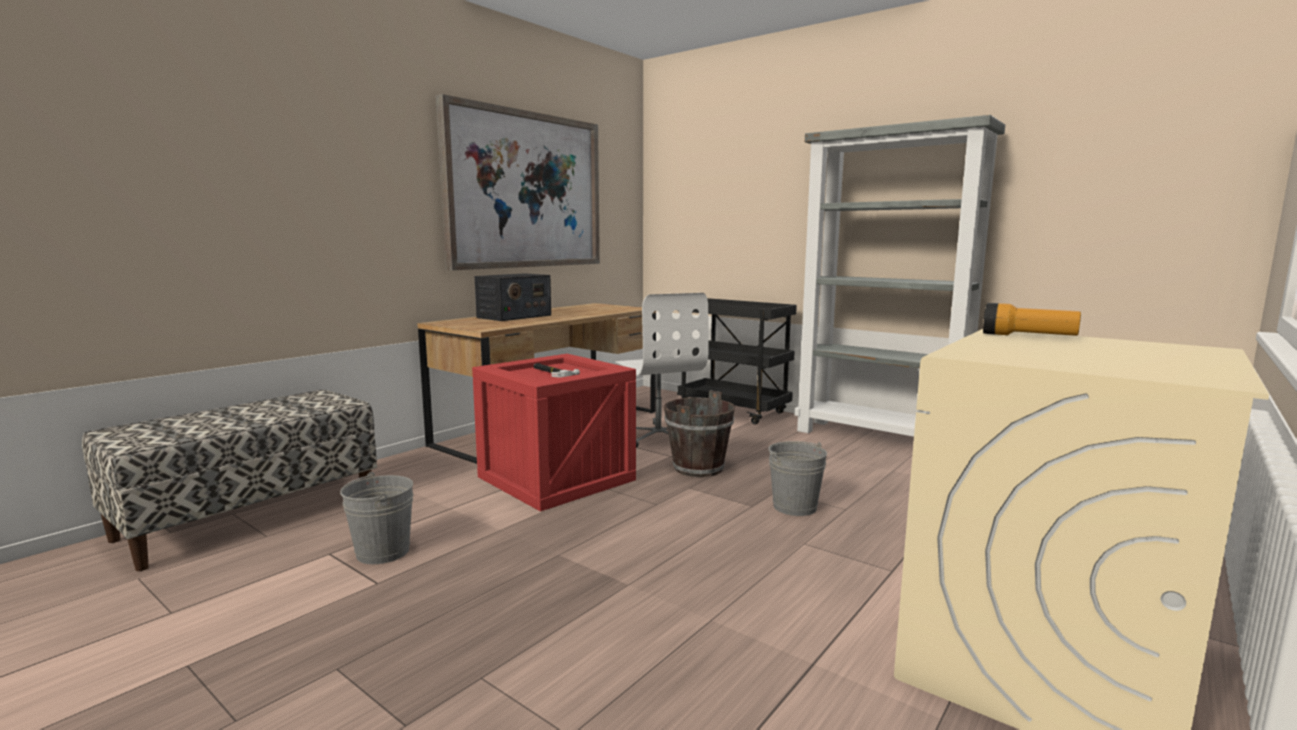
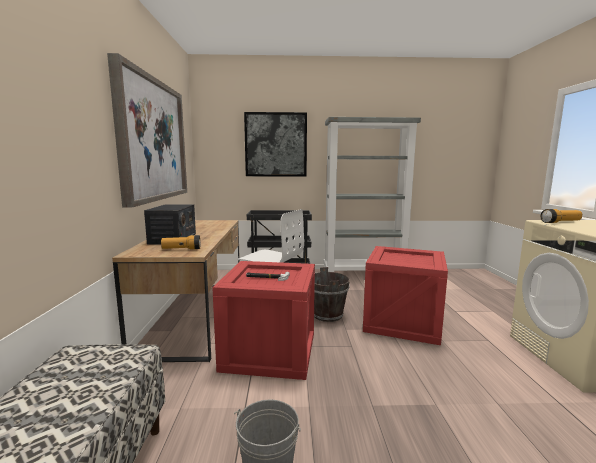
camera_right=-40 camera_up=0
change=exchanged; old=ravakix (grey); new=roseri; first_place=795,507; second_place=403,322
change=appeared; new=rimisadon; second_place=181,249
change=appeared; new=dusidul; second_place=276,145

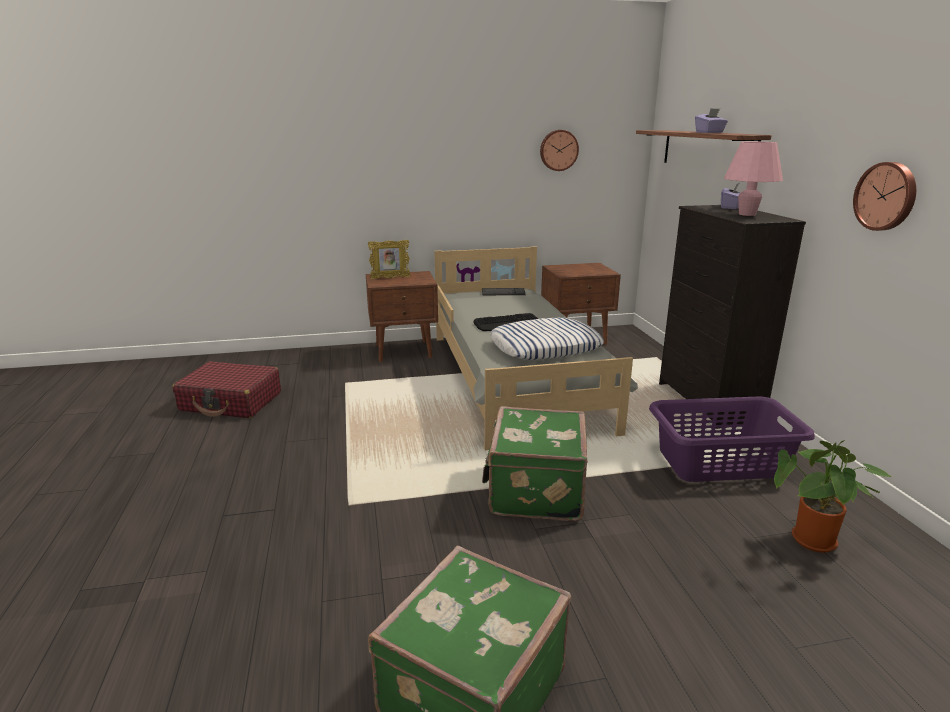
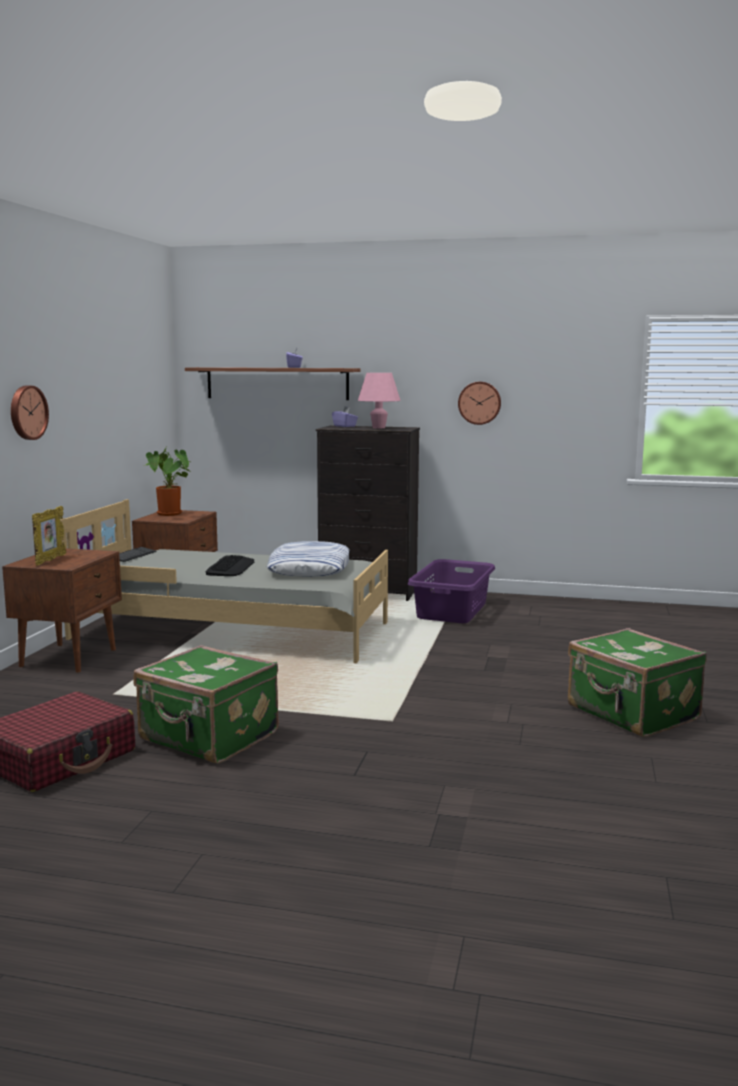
camera_right=-65 camera_up=-10
change=relocated; old=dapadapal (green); first_place=534,491; second_place=208,738
change=relocated; old=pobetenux; first_place=558,150; second_place=27,412
change=relocated; old=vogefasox; first_place=814,544; second_place=171,514

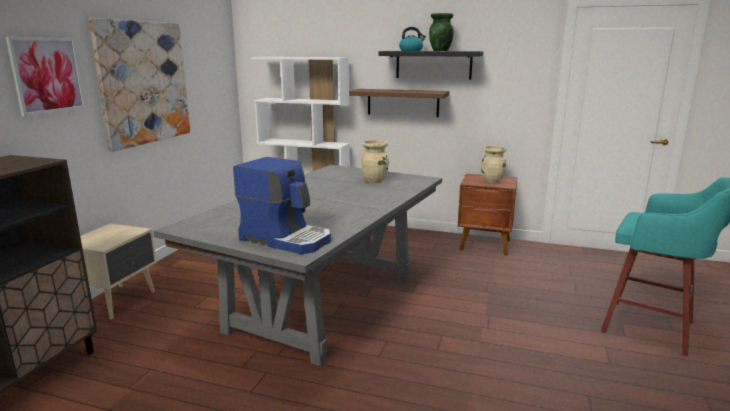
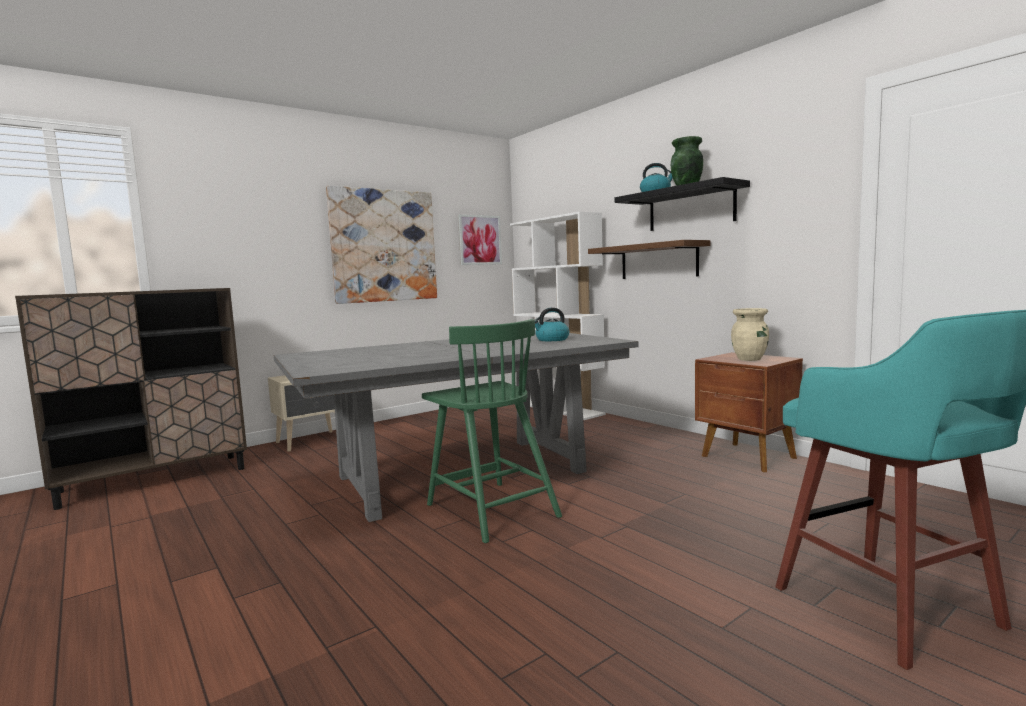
camera_right=35 camera_up=-10
change=relocated; old=dusidul; first_place=47,75; second_place=479,240
change=missing; old=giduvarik; first_place=286,239
change=exchanged; old=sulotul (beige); new=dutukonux; first_place=375,181; second_place=551,340
change=appeared; new=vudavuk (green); second_place=490,509

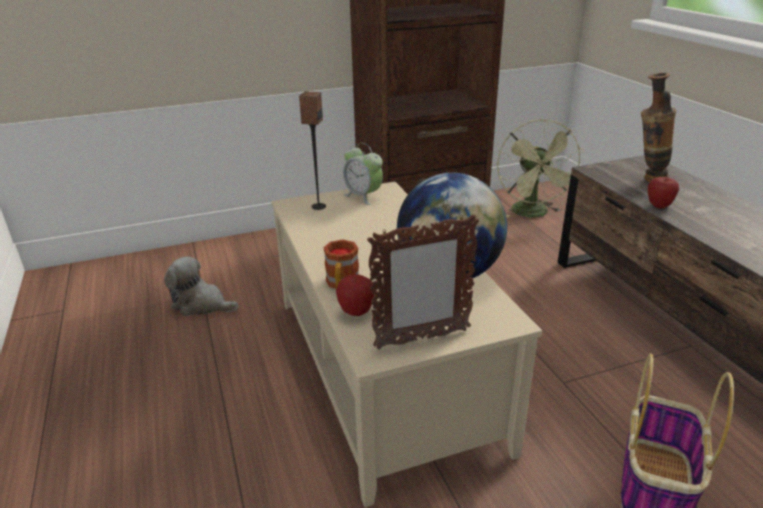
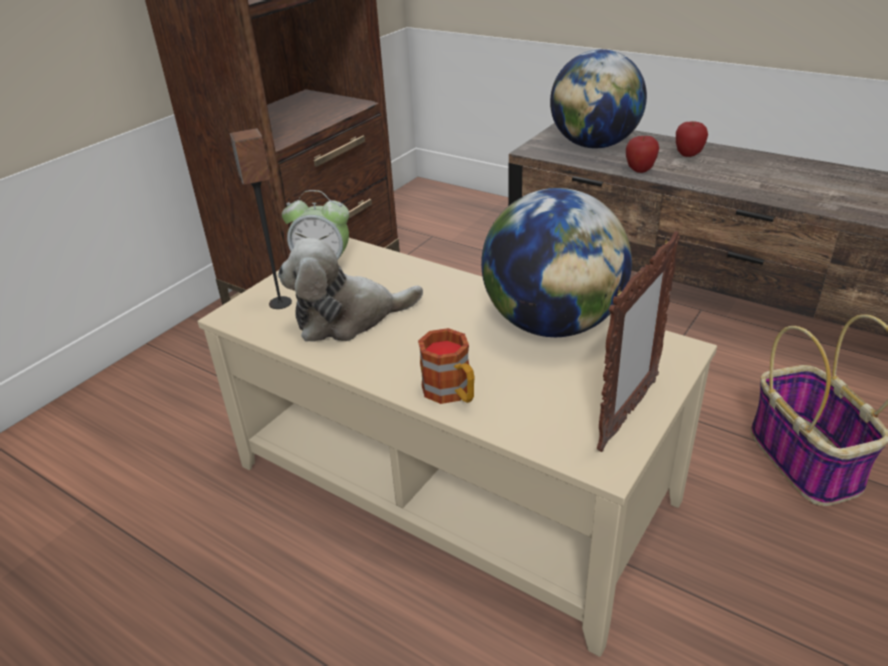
camera_right=-35 camera_up=5
change=relocated; old=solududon; first_place=201,304; second_place=348,318
change=relocated; old=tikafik; first_place=356,312; second_place=688,155
change=missing; old=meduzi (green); first_place=533,214
change=exchanged; old=sulotul; new=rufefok; first_place=647,179; second_place=594,145

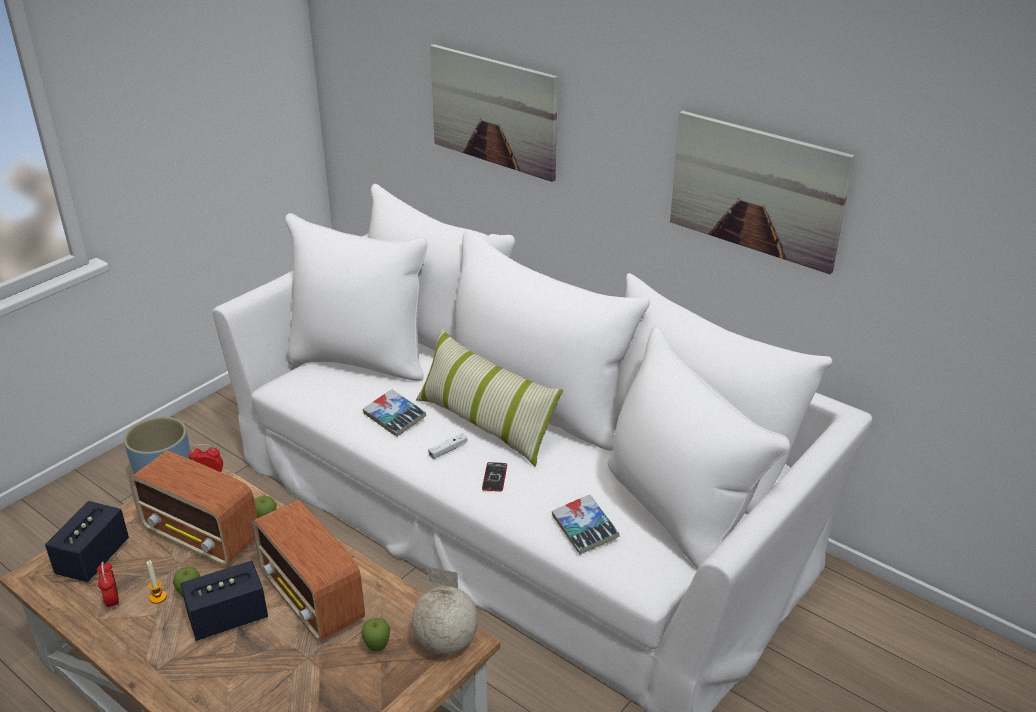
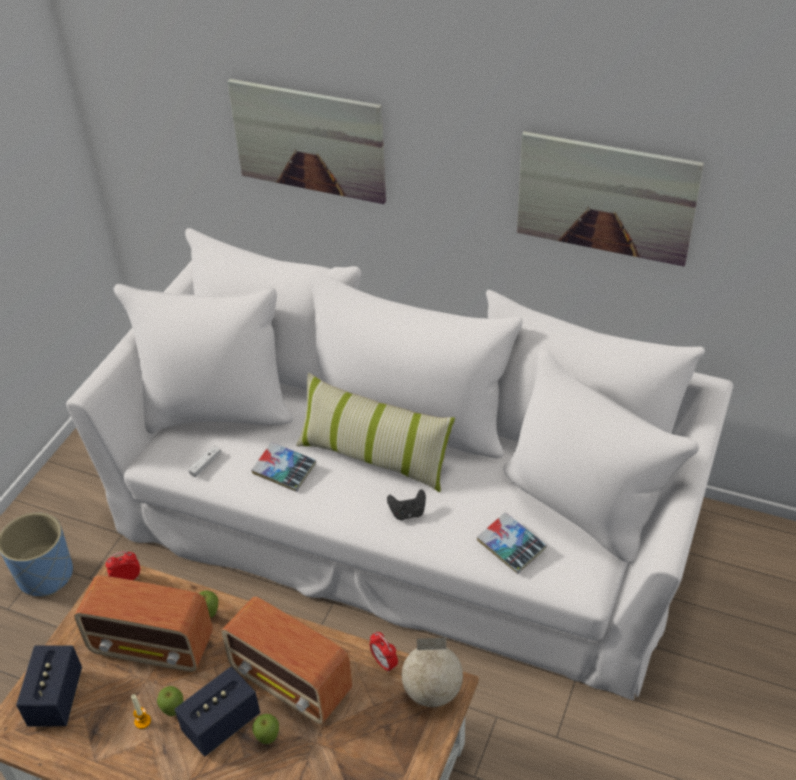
camera_right=-15 camera_up=10
change=relocated; old=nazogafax; first_place=112,601; second_place=384,663
change=relocated; old=tikafik; first_place=377,648; second_place=268,739
change=relocated; old=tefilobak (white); first_place=448,450; second_place=205,464
change=exchanged; old=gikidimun; new=tefilobak (black); first_place=494,477; second_place=407,513

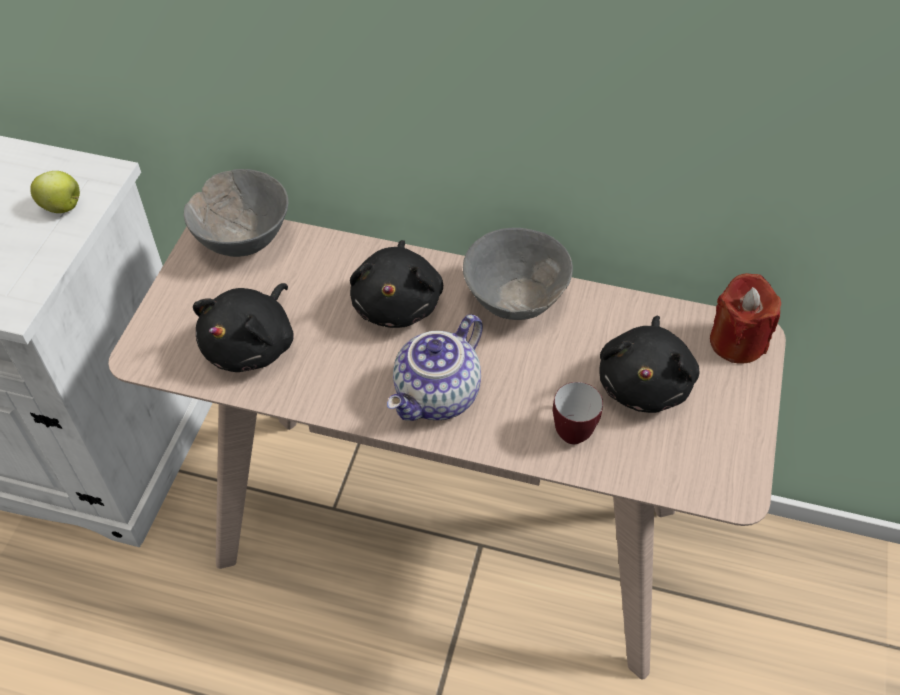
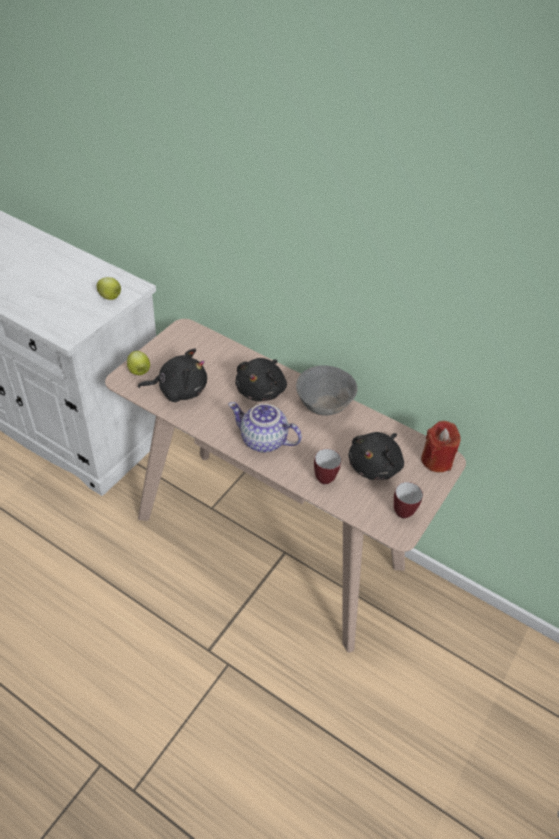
camera_right=15 camera_up=-5
change=missing; old=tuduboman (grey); first_place=243,240
change=spun; old=solududon (black); first_place=252,345; second_place=179,390; degrees=-135
change=spun; old=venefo; first_place=438,397; second_place=262,441; degrees=60
change=appeared; new=tikafik; second_place=139,372
change=appeared; new=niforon; second_place=401,509

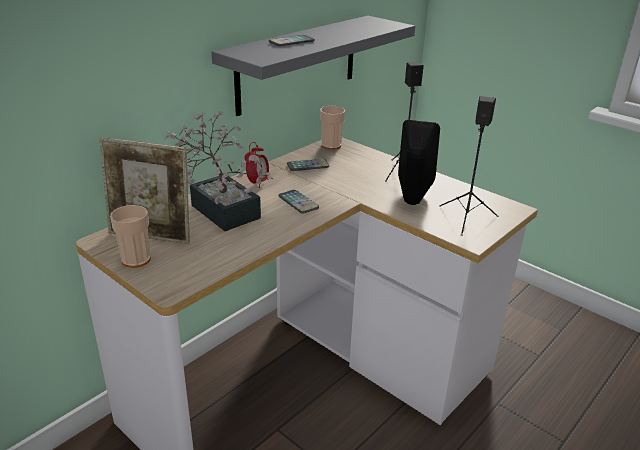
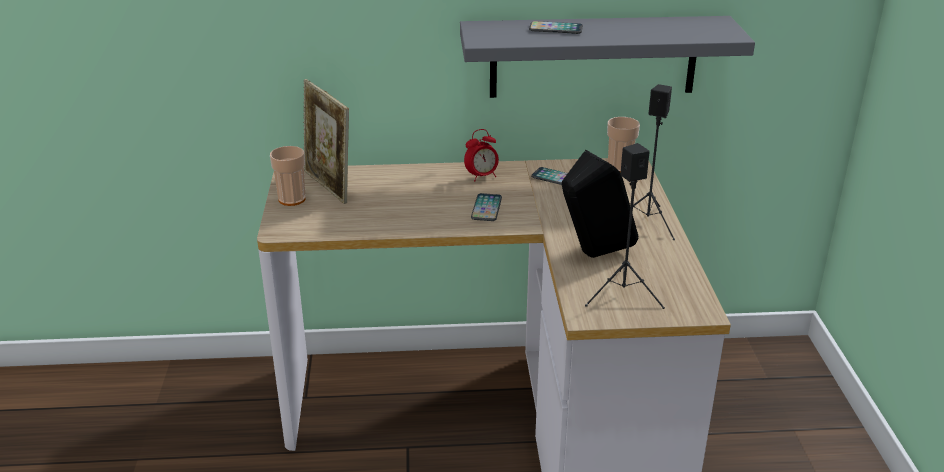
camera_right=45 camera_up=0
change=missing; old=vogefasox; first_place=221,208

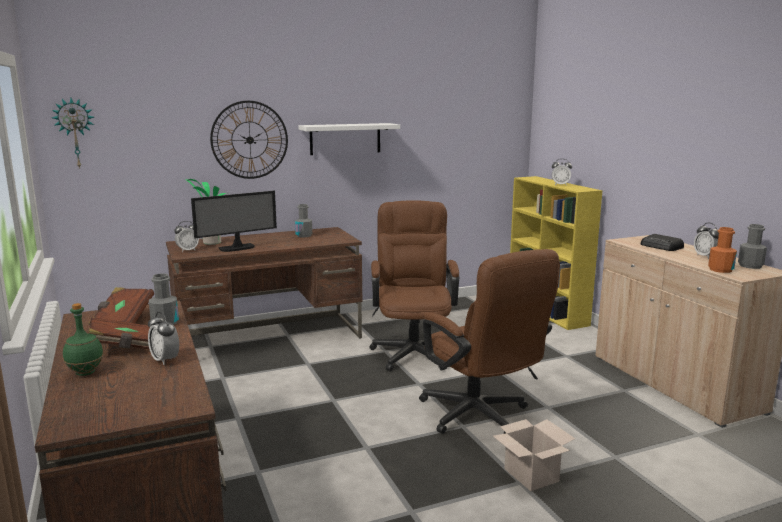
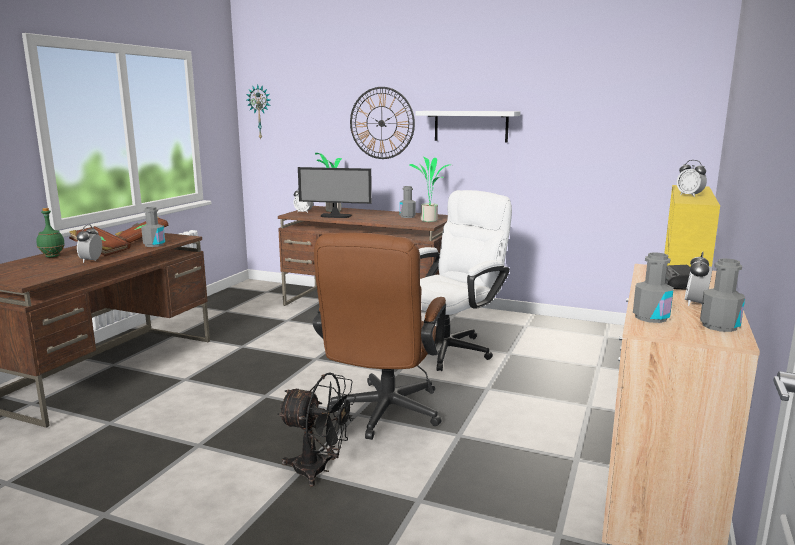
camera_right=45 camera_up=0
change=colour; old=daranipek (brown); new=daranipek (white); first_place=413,350; second_place=451,348
change=exchanged; old=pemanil; new=meduzi (black); first_place=529,474; second_place=319,470
change=colour; old=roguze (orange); new=roguze (grey); first_place=720,270; second_place=651,317
change=appeared; new=vogefasox; second_place=429,220

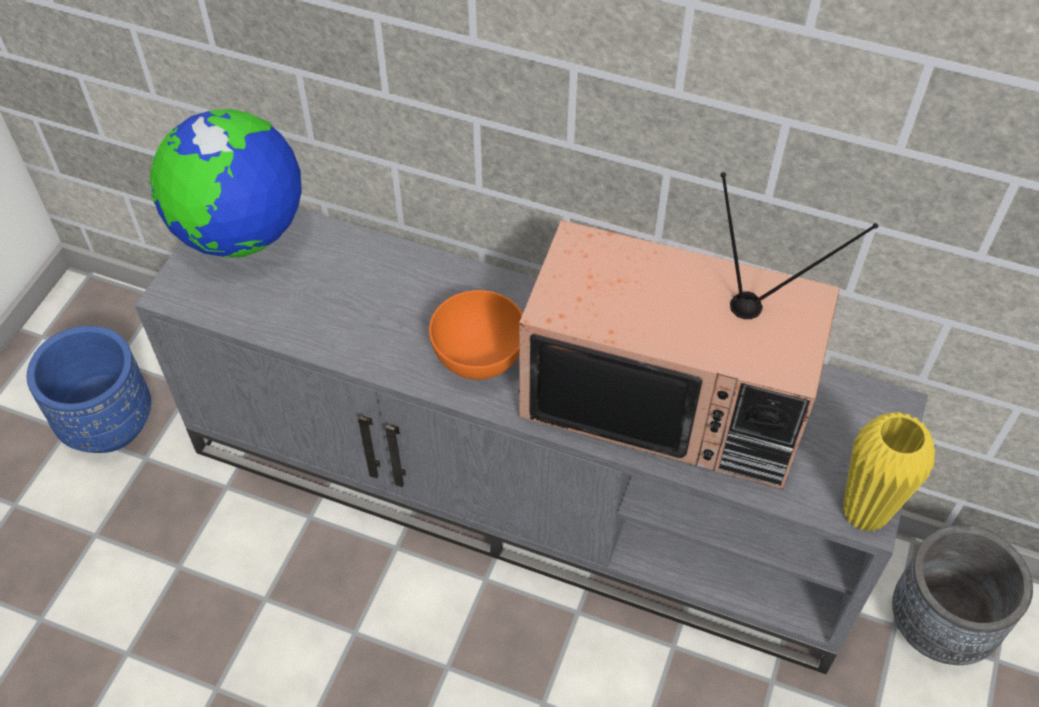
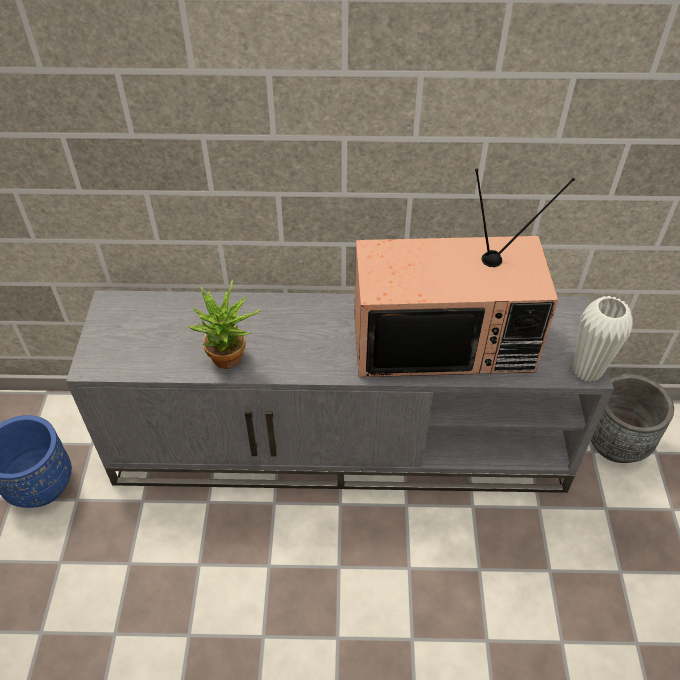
camera_right=-20 camera_up=-5
change=missing; old=rufefok; first_place=240,233
change=missing; old=tuduboman (orange); first_place=478,357
change=colour; old=sulotul (yellow); new=sulotul (white); first_place=865,512; second_place=587,371
change=appeared; new=vogefasox; second_place=231,361

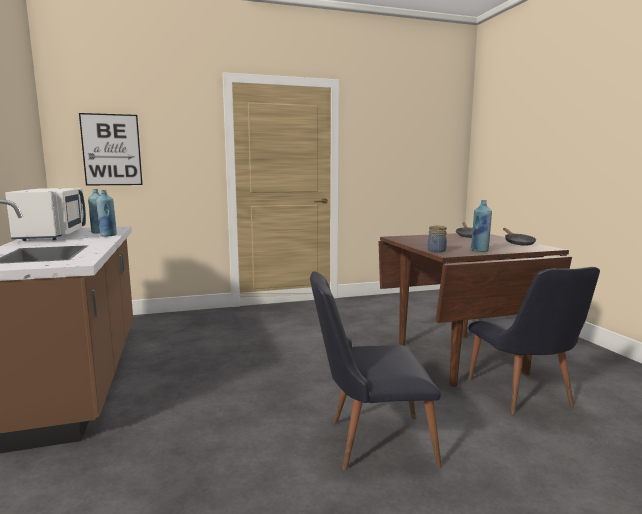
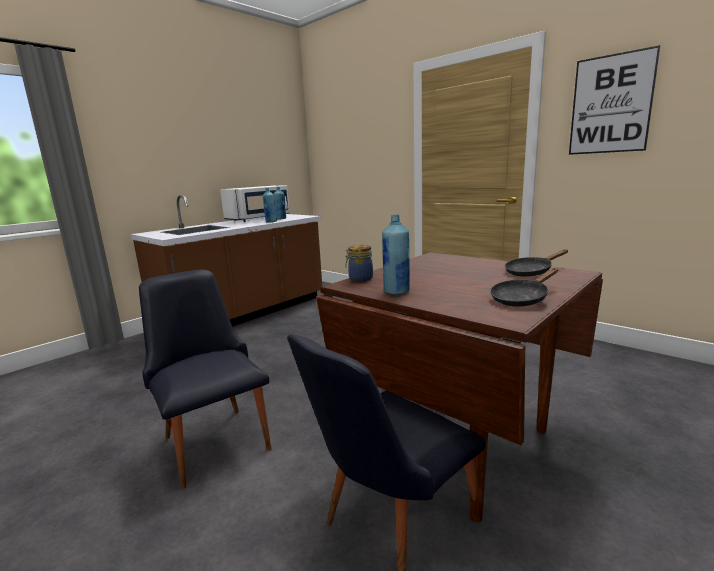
camera_right=60 camera_up=5
change=relocated; old=dusidul; first_place=111,150; second_place=611,104

